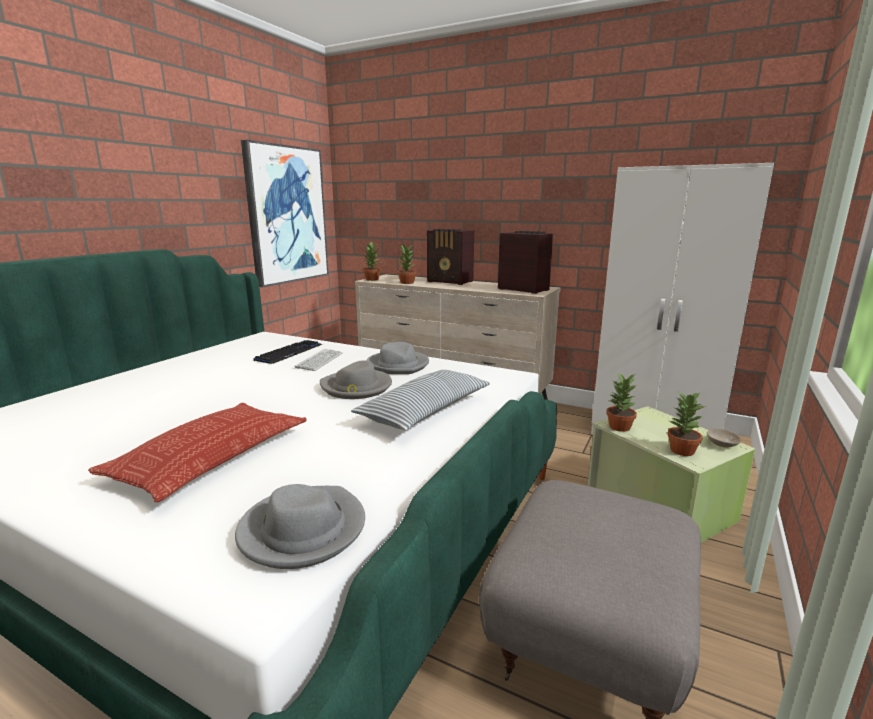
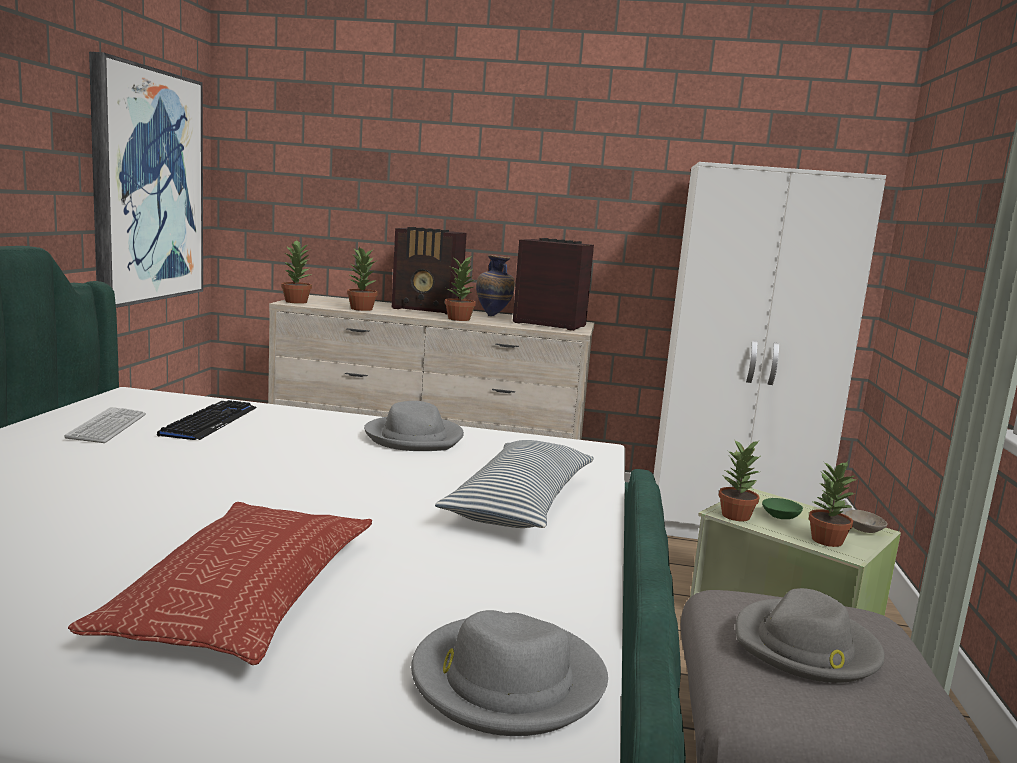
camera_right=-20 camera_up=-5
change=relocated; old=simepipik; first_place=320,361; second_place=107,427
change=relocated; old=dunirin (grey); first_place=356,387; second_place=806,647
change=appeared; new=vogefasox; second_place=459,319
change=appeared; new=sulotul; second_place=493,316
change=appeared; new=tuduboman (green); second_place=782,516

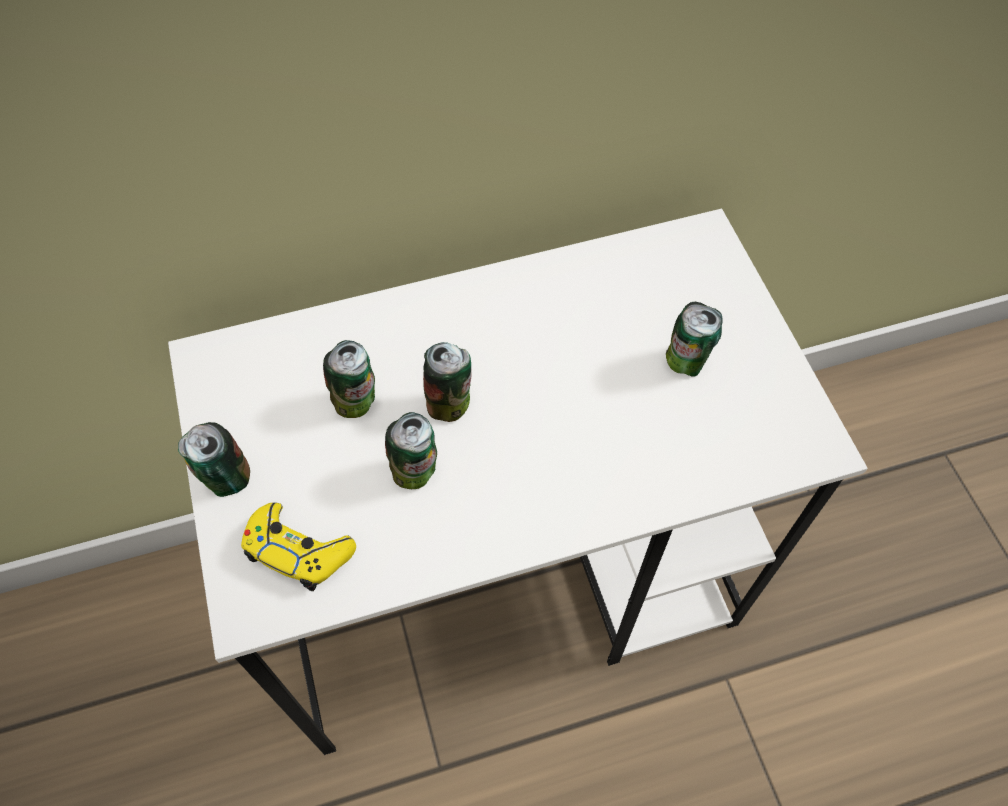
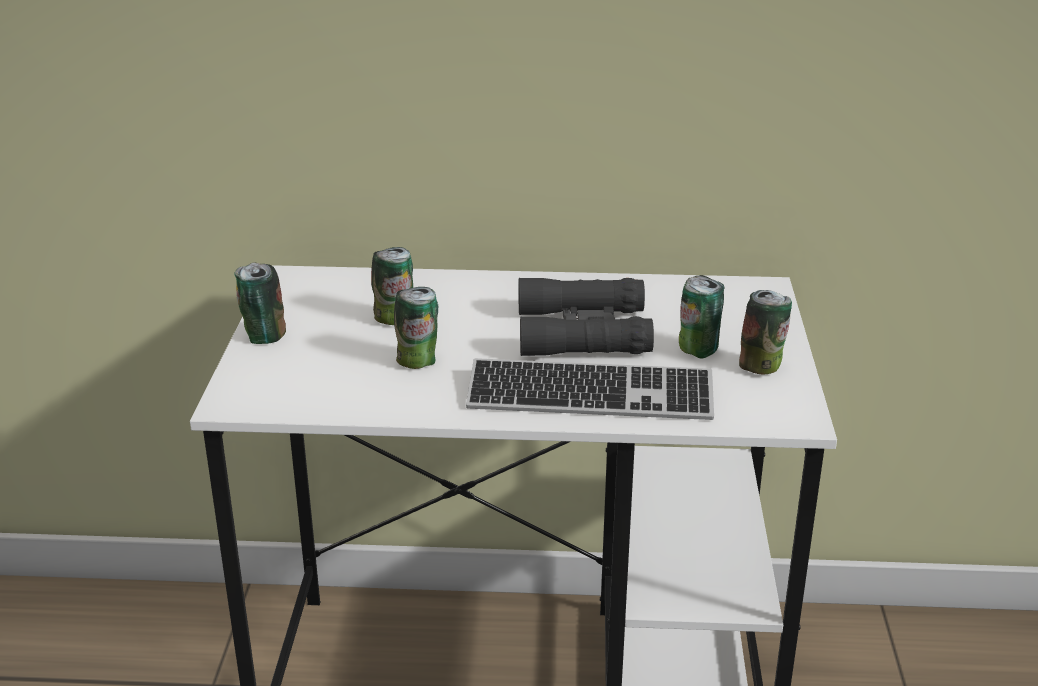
camera_right=20 camera_up=-30
change=missing; old=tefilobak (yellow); first_place=298,550
change=relocated; old=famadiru; first_place=450,403; second_place=761,366
change=appeared; new=simepipik; second_place=590,396
change=appeared; new=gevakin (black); second_place=583,332

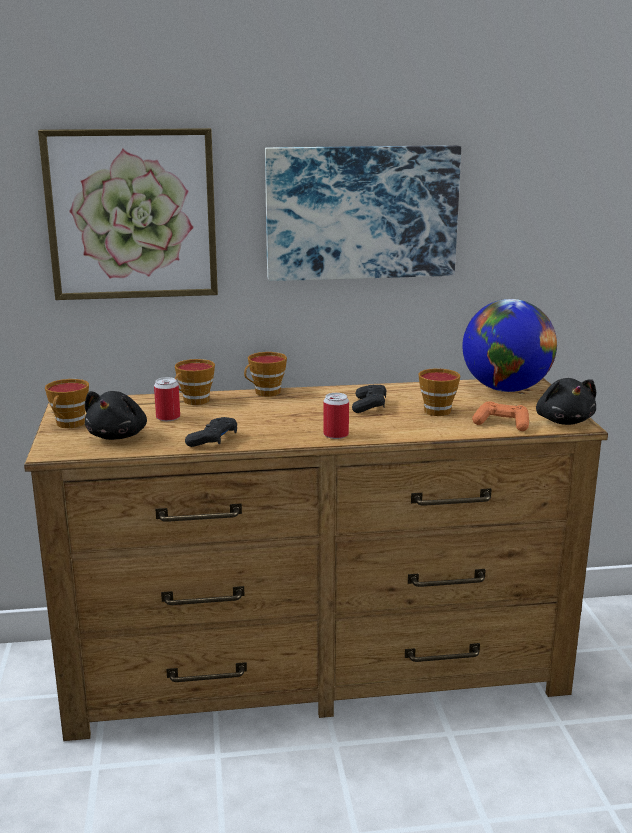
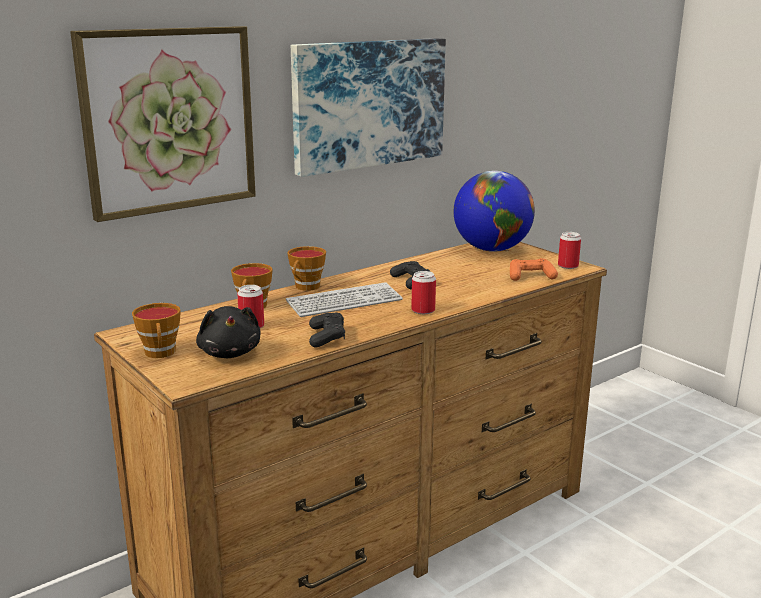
camera_right=-30 camera_up=0
change=missing; old=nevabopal; first_place=439,410
change=exchanged; old=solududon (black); new=famadiru; first_place=563,421; second_place=568,266
change=appeared; new=simepipik; second_place=344,302

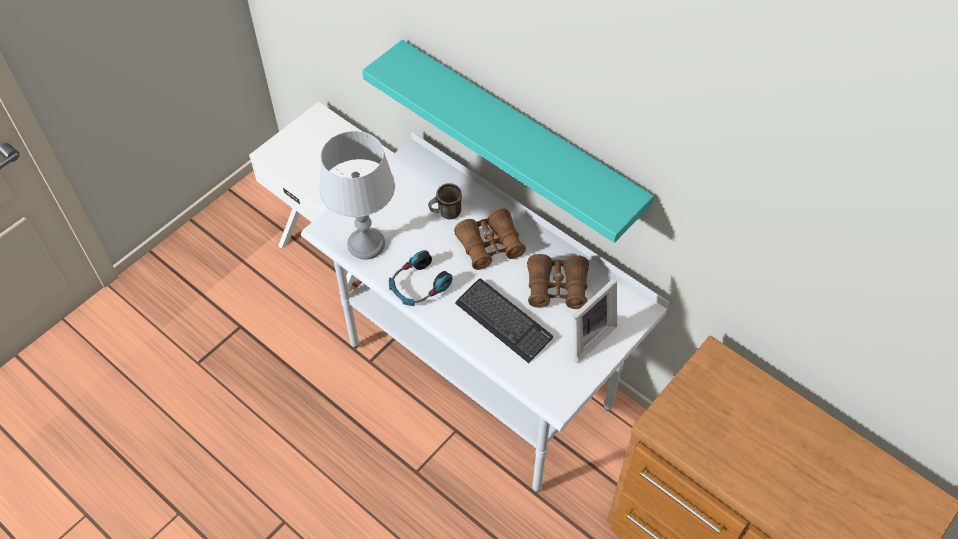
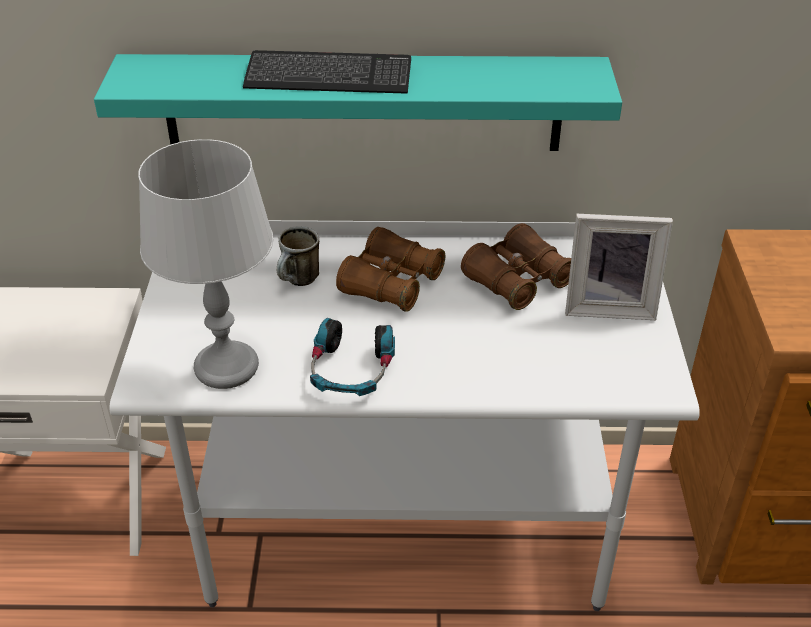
camera_right=-40 camera_up=-15
change=relocated; old=simepipik; first_place=503,321; second_place=328,76
change=spun; old=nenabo; first_place=587,337; second_place=609,306; degrees=90

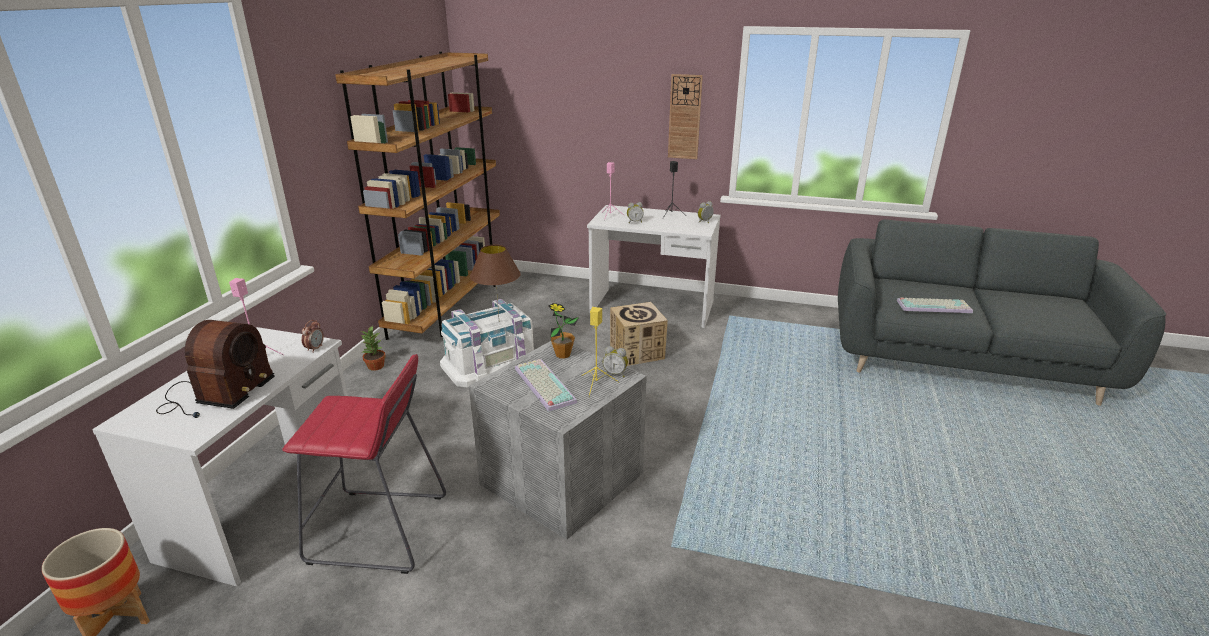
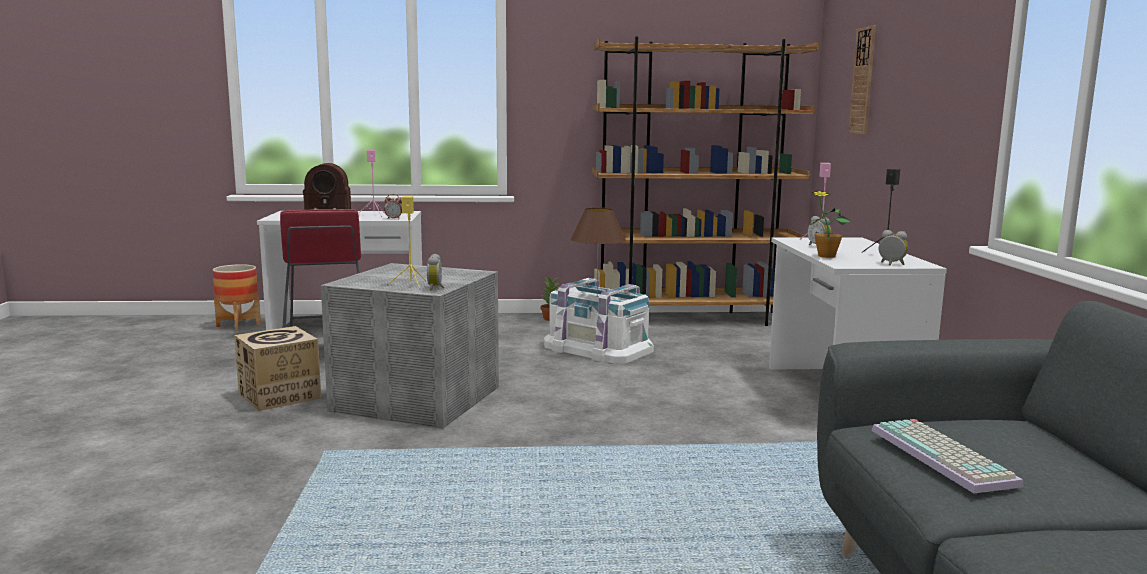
camera_right=70 camera_up=-15
change=missing; old=simepipik; first_place=542,385
change=relocated; old=vogefasox; first_place=563,355; second_place=826,256
change=relocated; old=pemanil; first_place=637,352; second_place=279,396
change=relocated; old=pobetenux; first_place=684,117; second_place=863,81

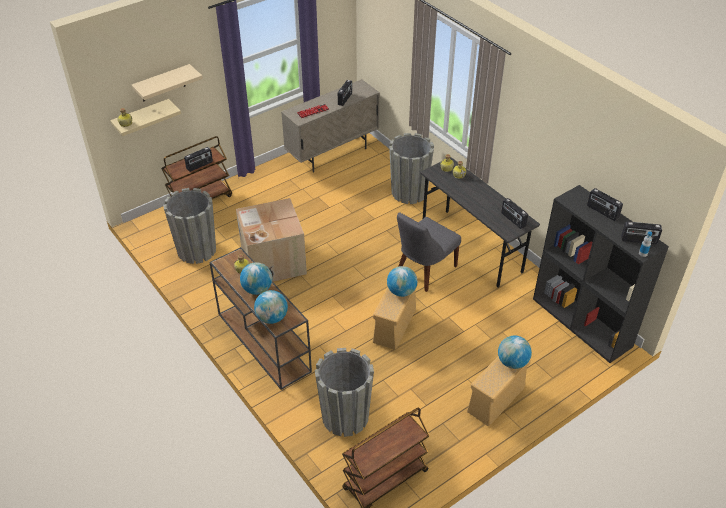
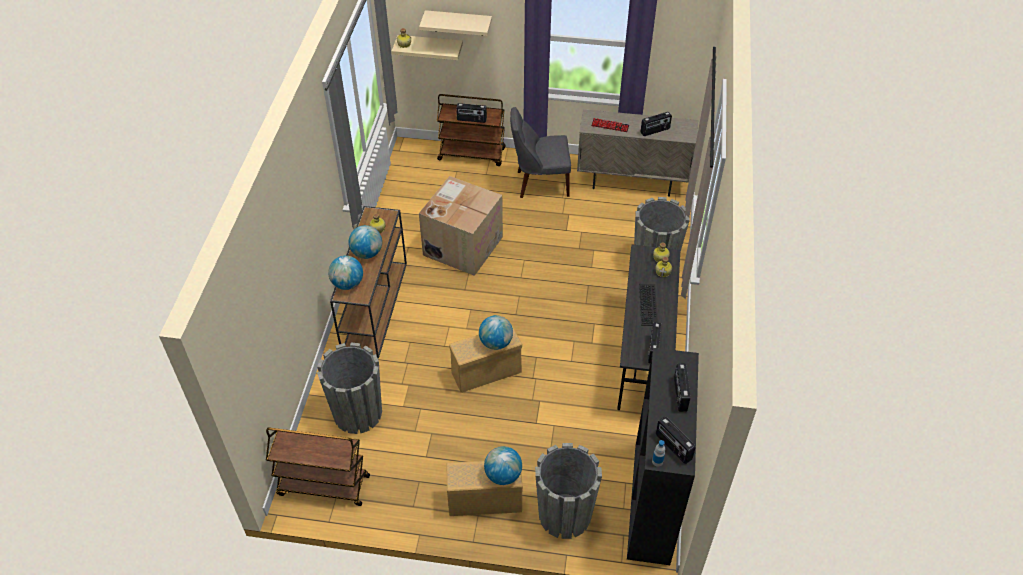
camera_right=45 camera_up=5
change=relocated; old=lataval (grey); first_place=196,250; second_place=564,515
change=relocated; old=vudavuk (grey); first_place=424,271; second_place=540,183
change=appeared; new=simepipik; second_place=649,305

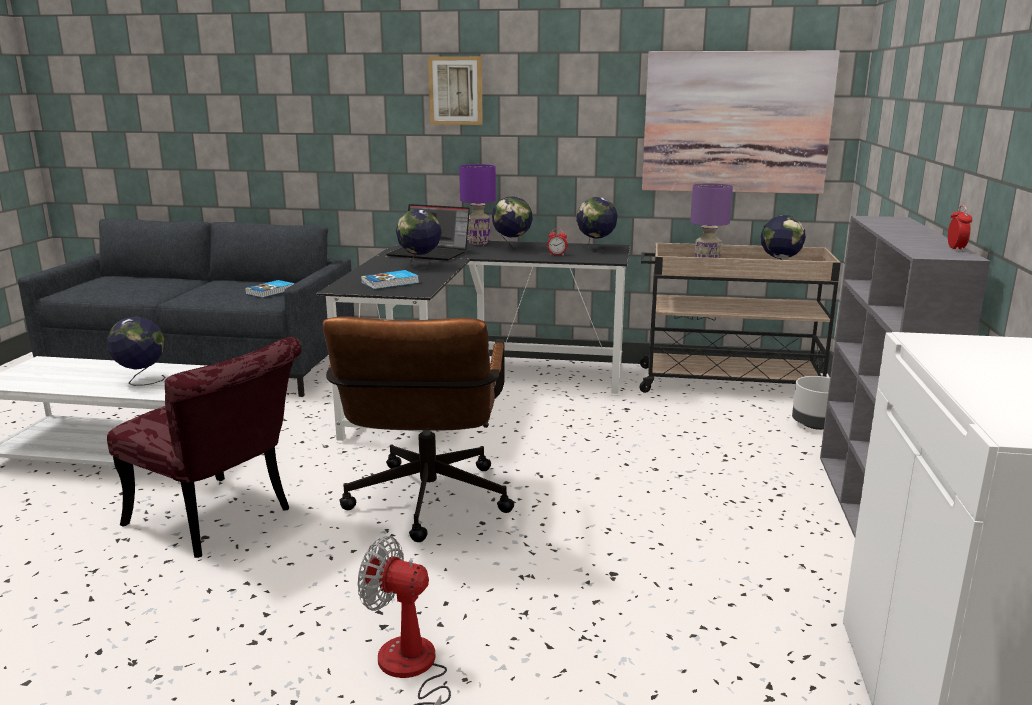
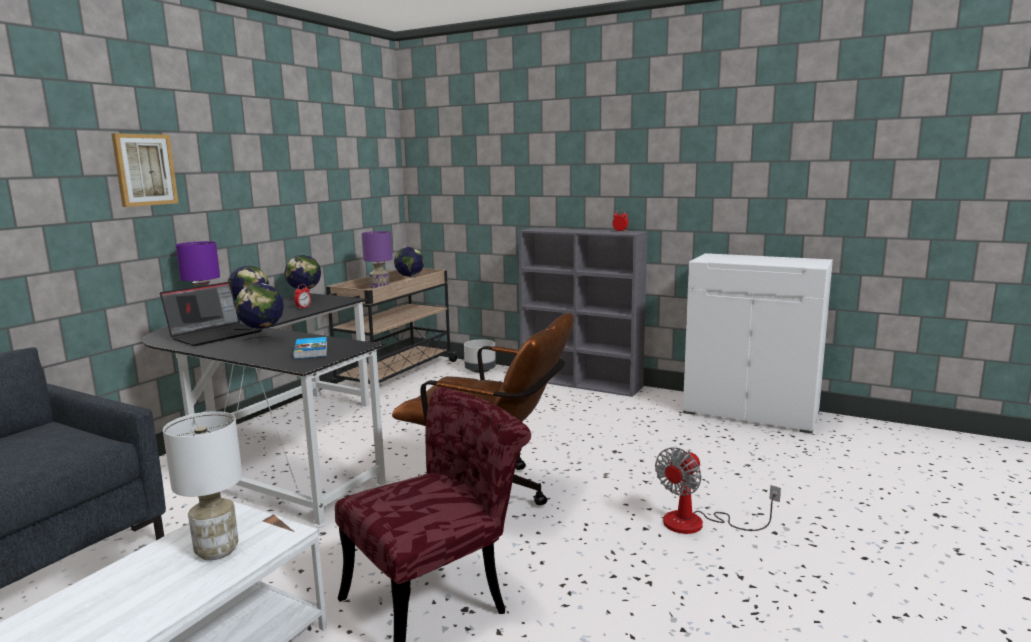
camera_right=-70 camera_up=-5
change=exchanged; old=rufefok; new=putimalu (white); first_place=141,381; second_place=217,551
change=missing; old=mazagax; first_place=271,291
change=missing; old=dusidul; first_place=736,123

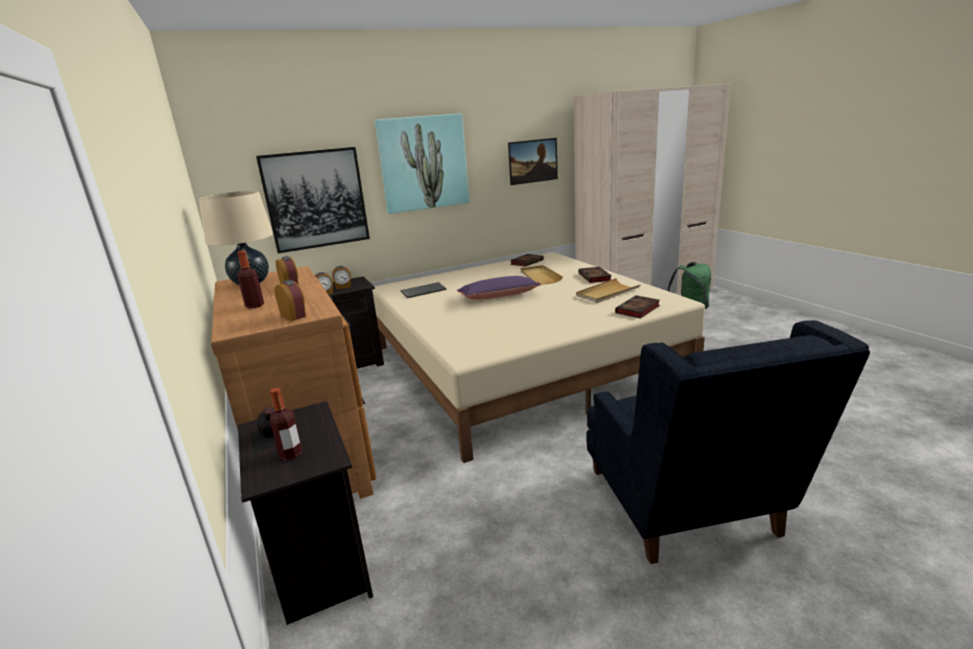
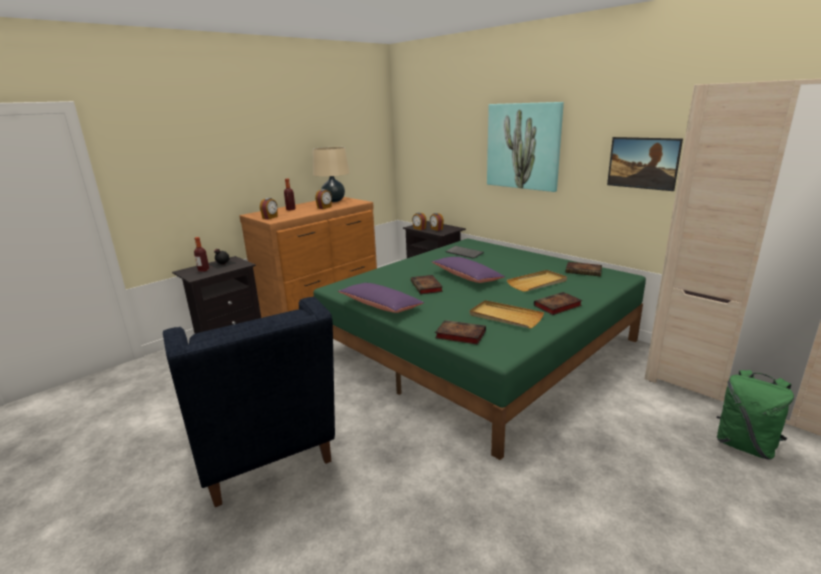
camera_right=70 camera_up=0
change=missing; old=dusidul; first_place=316,199
change=colour; old=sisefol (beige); new=sisefol (green); first_place=521,363; second_place=478,347
change=spun; old=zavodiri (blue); first_place=688,511; second_place=265,456; degrees=-90
change=appeared; new=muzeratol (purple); second_place=380,306
change=appeared; new=mazagax; second_place=427,287

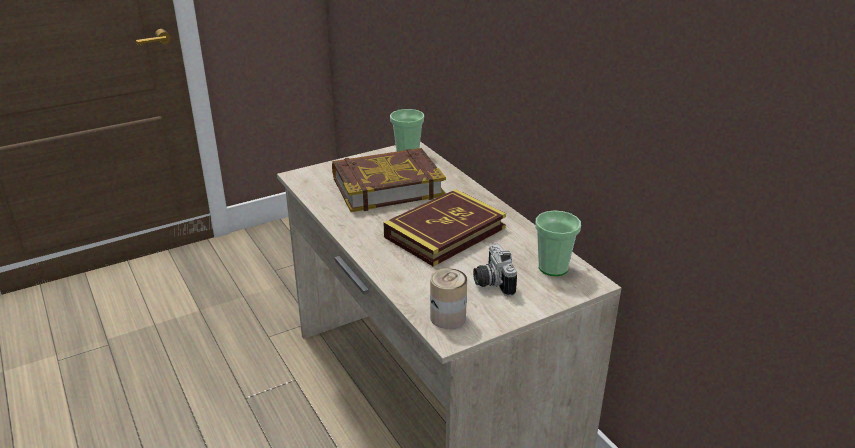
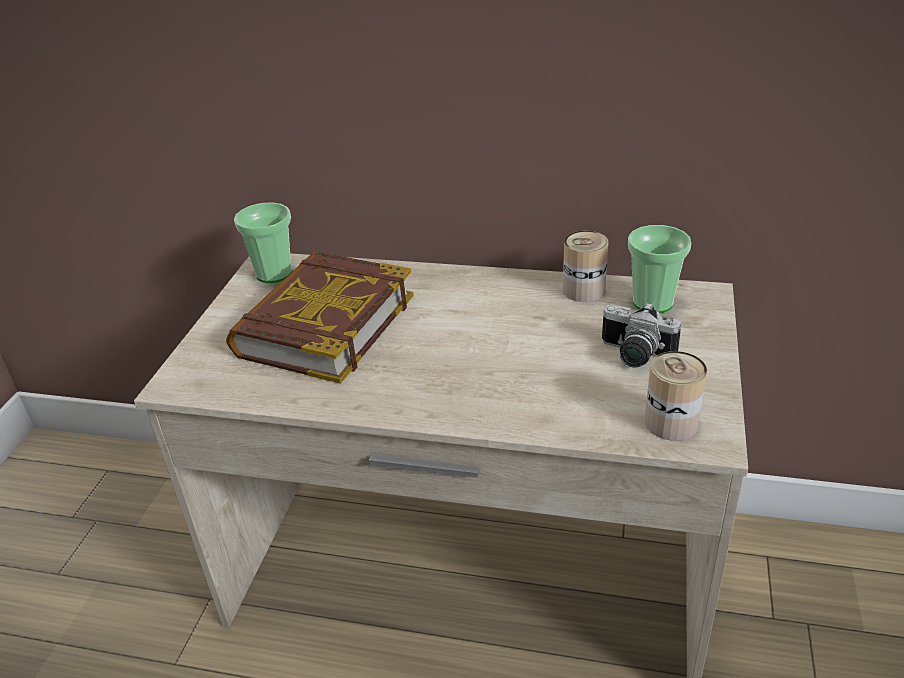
camera_right=-45 camera_up=5
change=missing; old=mazagax; first_place=445,232
change=appeared; new=famadiru; second_place=583,290

